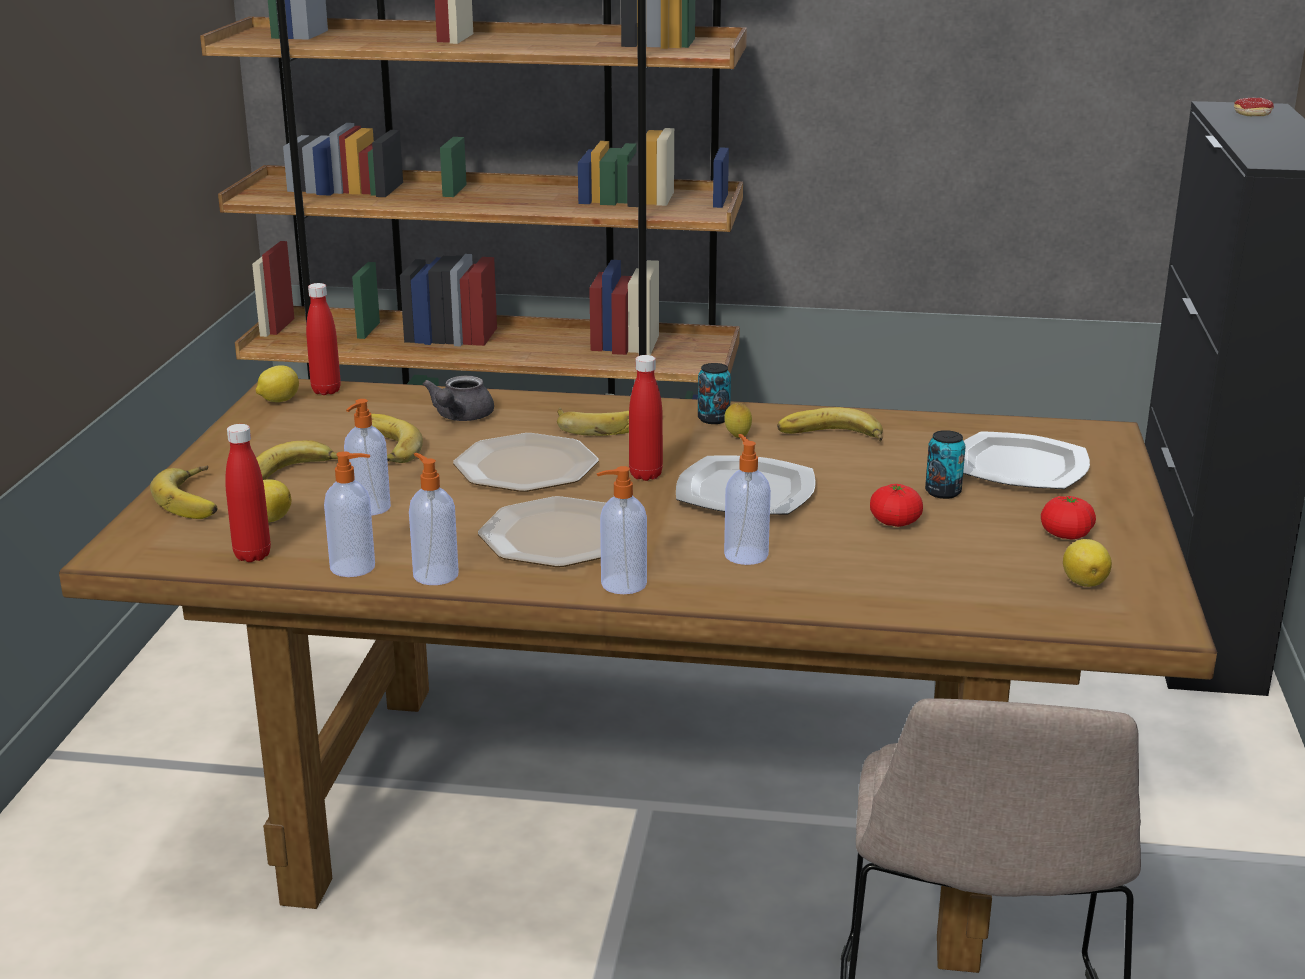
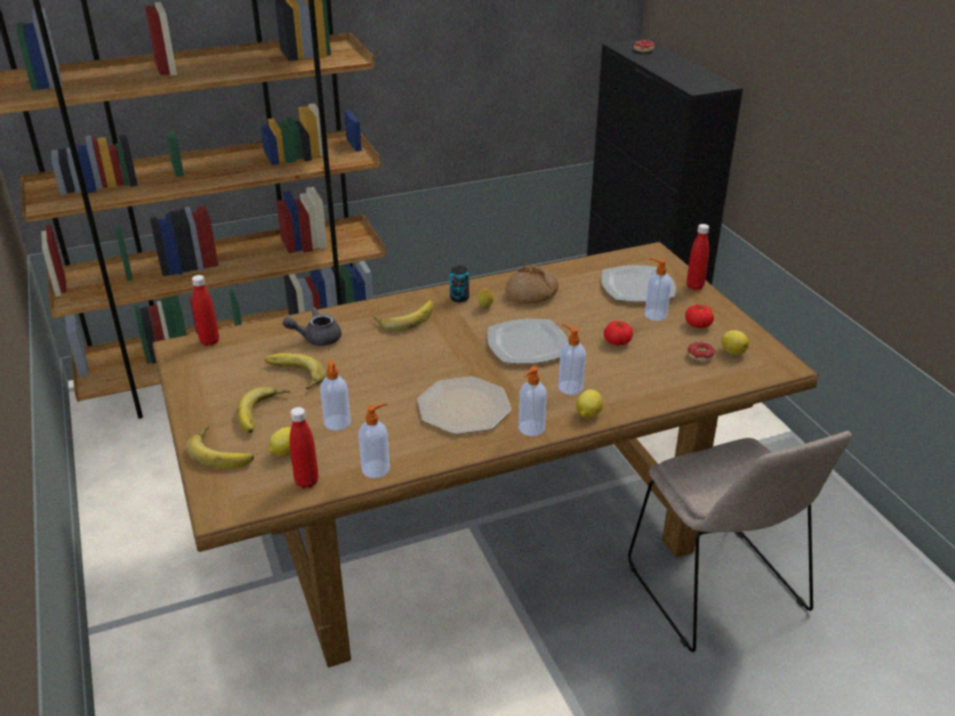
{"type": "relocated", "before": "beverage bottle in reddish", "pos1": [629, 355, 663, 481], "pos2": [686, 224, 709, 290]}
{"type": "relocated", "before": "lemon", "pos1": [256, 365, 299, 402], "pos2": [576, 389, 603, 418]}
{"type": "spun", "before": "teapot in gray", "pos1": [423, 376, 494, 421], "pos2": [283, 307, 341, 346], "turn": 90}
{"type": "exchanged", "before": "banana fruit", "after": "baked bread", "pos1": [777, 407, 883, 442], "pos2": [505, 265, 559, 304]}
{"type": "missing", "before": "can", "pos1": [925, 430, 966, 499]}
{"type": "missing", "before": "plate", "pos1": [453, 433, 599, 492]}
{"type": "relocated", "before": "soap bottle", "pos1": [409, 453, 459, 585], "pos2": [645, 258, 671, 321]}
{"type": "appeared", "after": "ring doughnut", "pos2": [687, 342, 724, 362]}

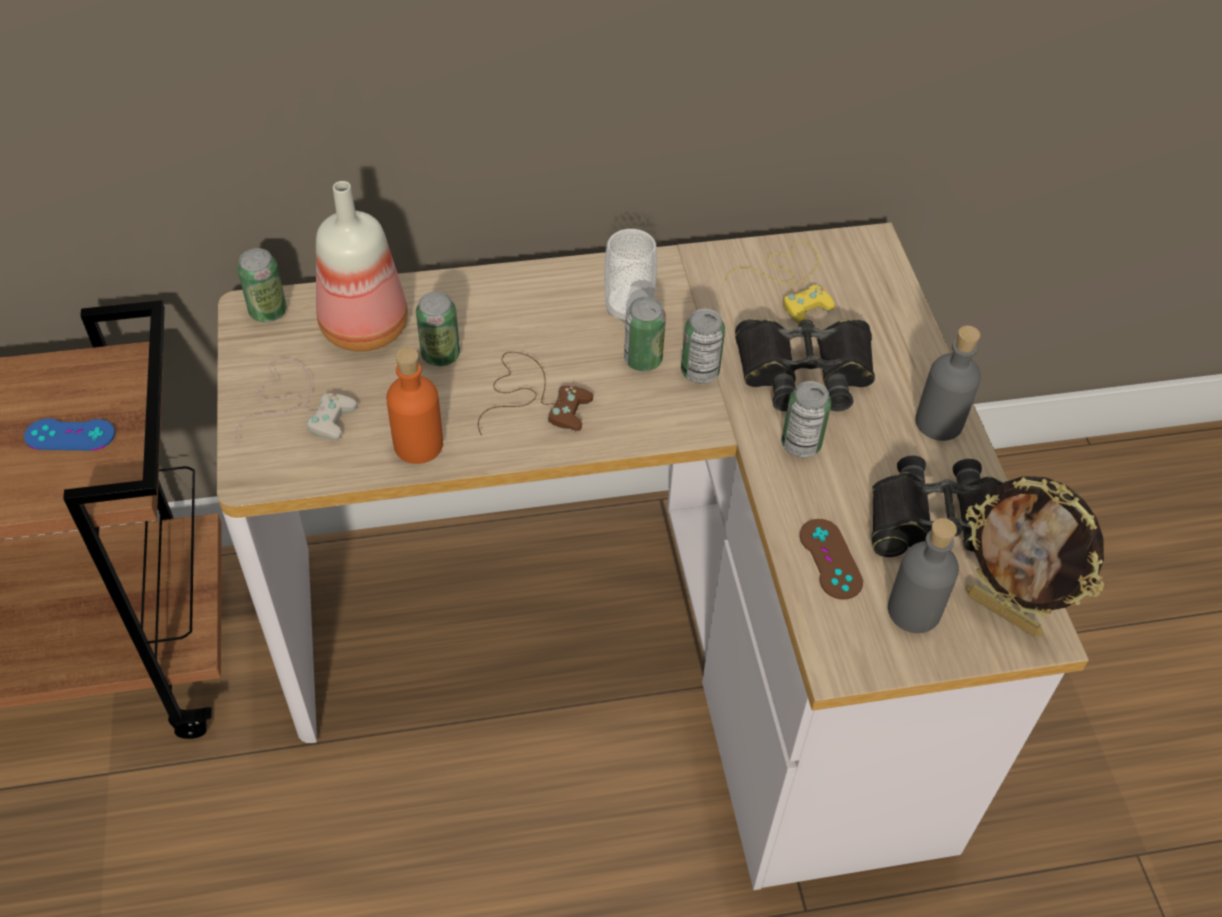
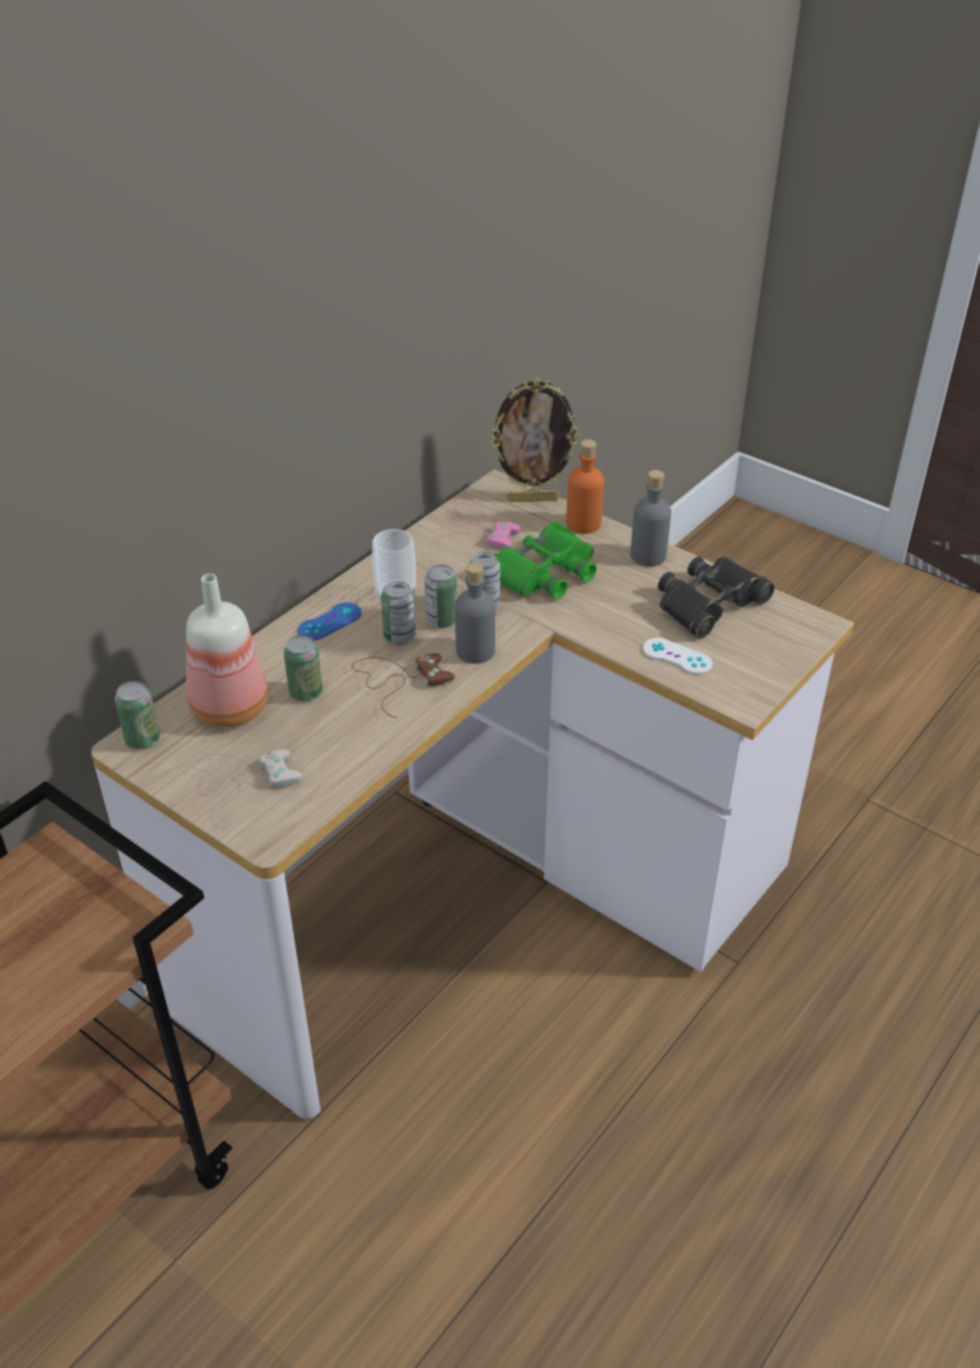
{"type": "colour", "before": "game controller in yellow-coloured", "after": "game controller in pinkish", "pos1": [725, 240, 835, 323], "pos2": [436, 503, 521, 549]}
{"type": "colour", "before": "binoculars in black-coloured", "after": "binoculars in green-coloured", "pos1": [735, 319, 875, 411], "pos2": [495, 521, 597, 600]}
{"type": "relocated", "before": "beverage bottle in orange-coloured", "pos1": [386, 348, 443, 464], "pos2": [566, 440, 604, 534]}
{"type": "relocated", "before": "can", "pos1": [782, 381, 831, 457], "pos2": [381, 581, 416, 645]}
{"type": "relocated", "before": "game controller in blue", "pos1": [24, 418, 115, 451], "pos2": [298, 603, 362, 640]}
{"type": "relocated", "before": "standing frame", "pos1": [965, 476, 1104, 637], "pos2": [488, 378, 581, 502]}
{"type": "relocated", "before": "beverage bottle in gray", "pos1": [888, 518, 959, 633], "pos2": [455, 562, 495, 664]}
{"type": "colour", "before": "game controller in brown", "after": "game controller in white-coloured", "pos1": [800, 519, 863, 600], "pos2": [643, 638, 713, 674]}

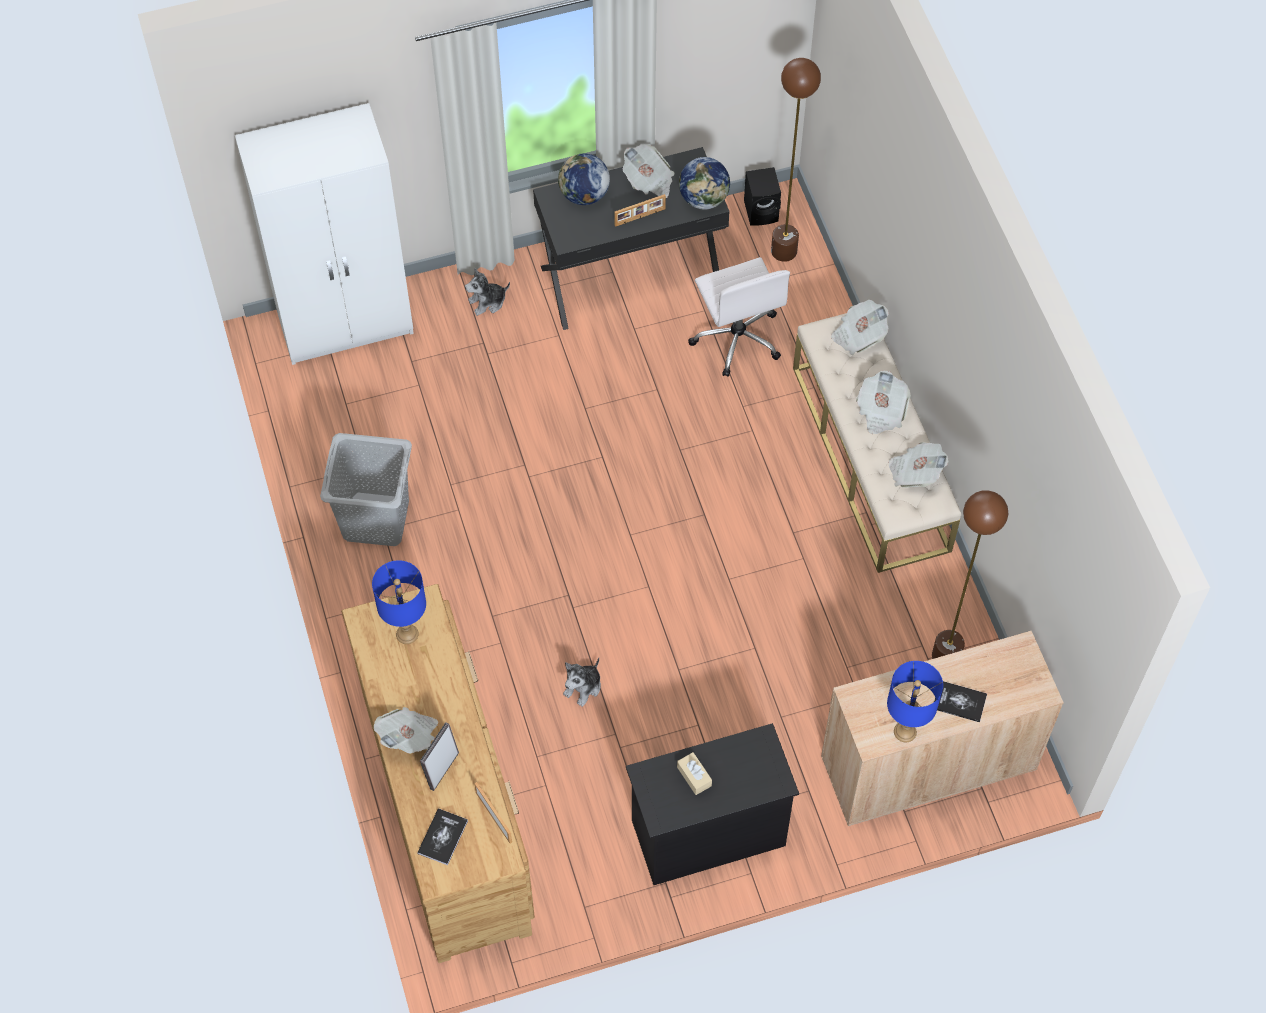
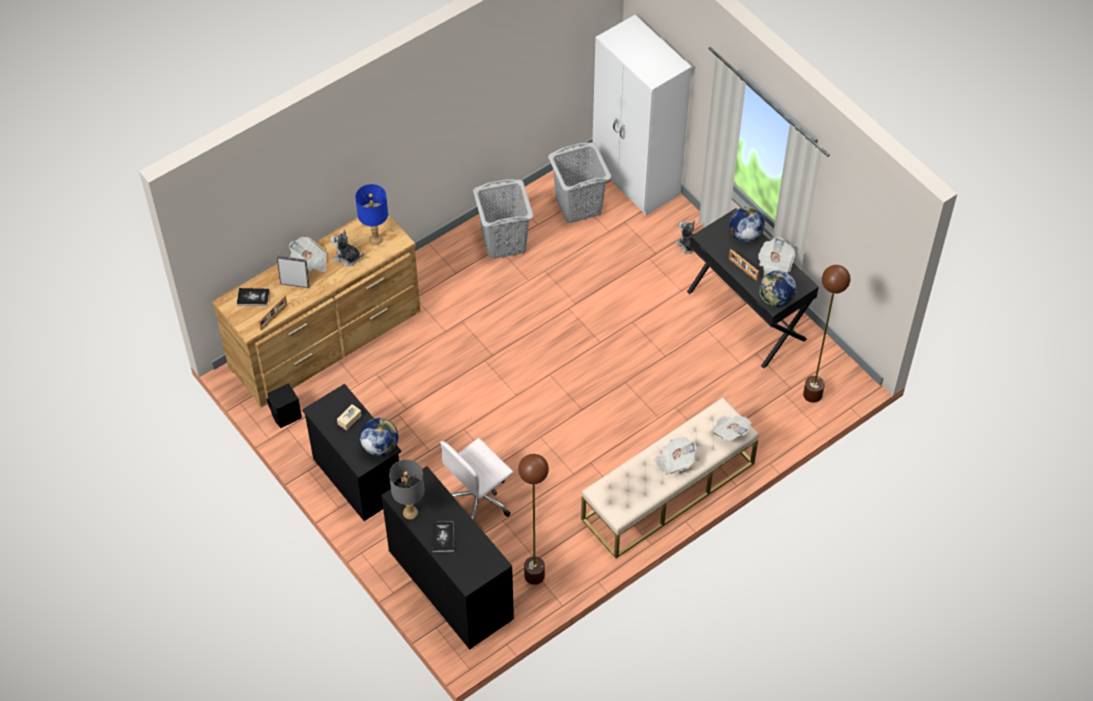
{"type": "relocated", "before": "speaker in black-coloured", "pos1": [744, 167, 781, 226], "pos2": [267, 383, 302, 428]}
{"type": "relocated", "before": "desk chair in white-coloured", "pos1": [688, 257, 790, 377], "pos2": [440, 438, 513, 520]}
{"type": "missing", "before": "newspaper", "pos1": [888, 442, 948, 488]}
{"type": "colour", "before": "storage cabinet in sand-coloured", "after": "storage cabinet in black-coloured", "pos1": [821, 631, 1064, 826], "pos2": [381, 466, 514, 649]}
{"type": "relocated", "before": "soft toy", "pos1": [563, 658, 601, 707], "pos2": [330, 229, 364, 266]}
{"type": "colour", "before": "lamp for a table in blue", "after": "lamp for a table in gray", "pos1": [887, 661, 943, 742], "pos2": [389, 459, 425, 519]}
{"type": "appeared", "after": "laundry basket in gray", "pos2": [548, 142, 611, 223]}
{"type": "appeared", "after": "desk globe", "pos2": [360, 418, 398, 456]}

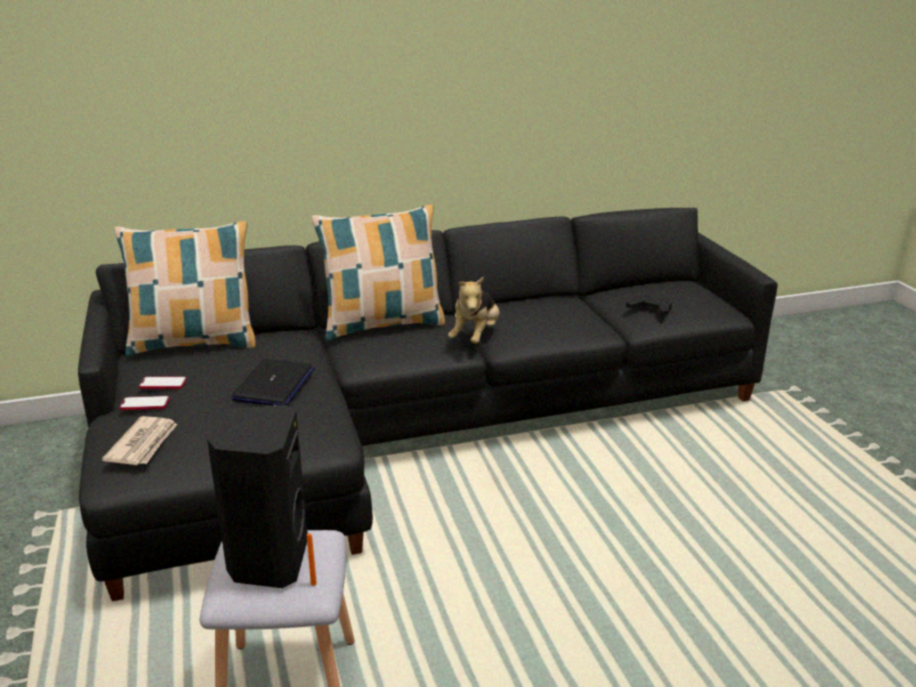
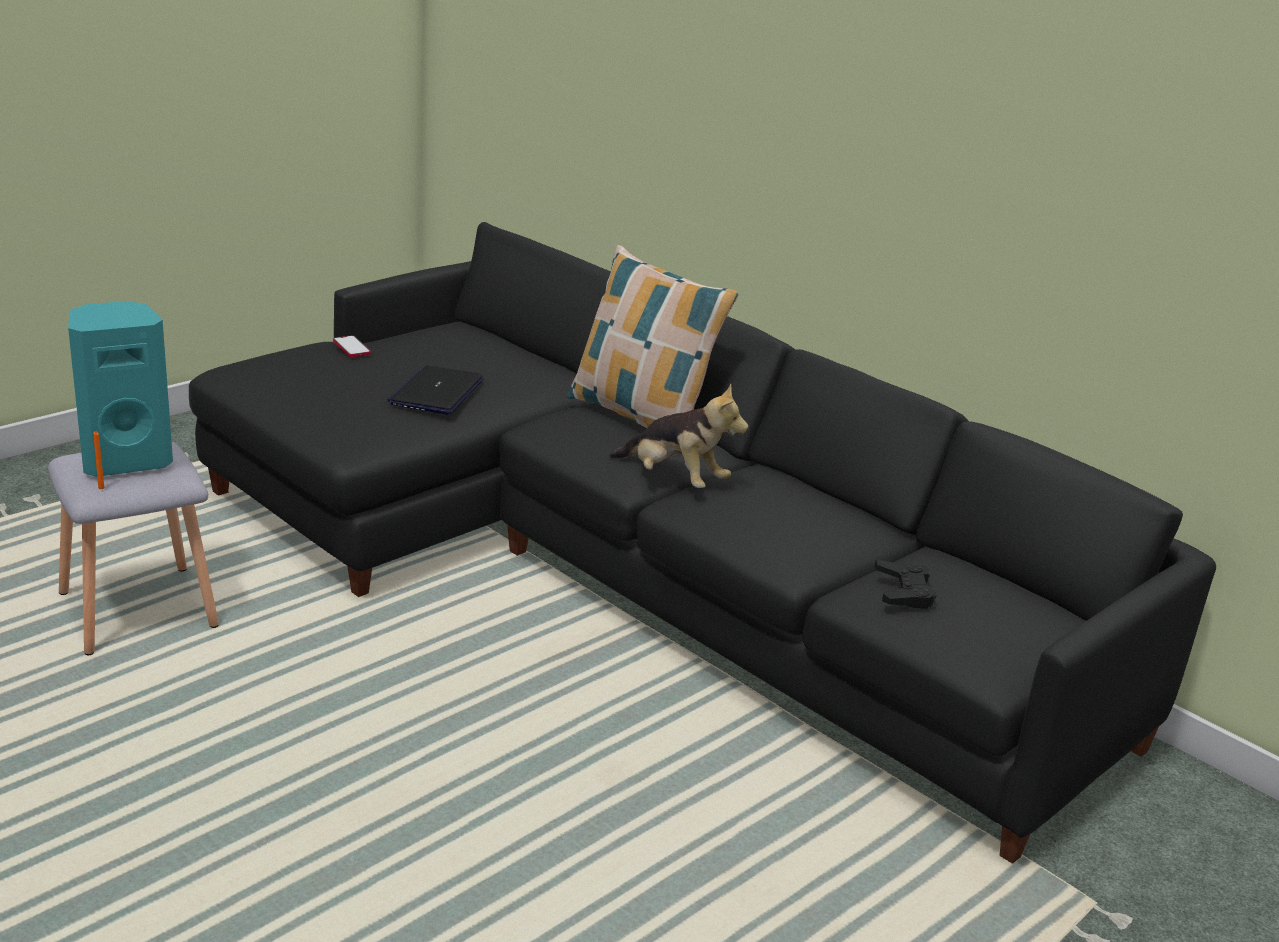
{"type": "missing", "before": "throw pillow", "pos1": [114, 221, 256, 356]}
{"type": "spun", "before": "soft toy", "pos1": [448, 277, 500, 344], "pos2": [609, 384, 749, 488], "turn": -135}
{"type": "spun", "before": "notebook computer", "pos1": [231, 359, 315, 406], "pos2": [387, 366, 484, 415], "turn": 120}
{"type": "missing", "before": "telephone", "pos1": [139, 377, 187, 389]}
{"type": "colour", "before": "speaker in black-coloured", "after": "speaker in turquoise-coloured", "pos1": [207, 405, 308, 588], "pos2": [68, 301, 173, 477]}
{"type": "missing", "before": "newspaper", "pos1": [102, 416, 177, 465]}

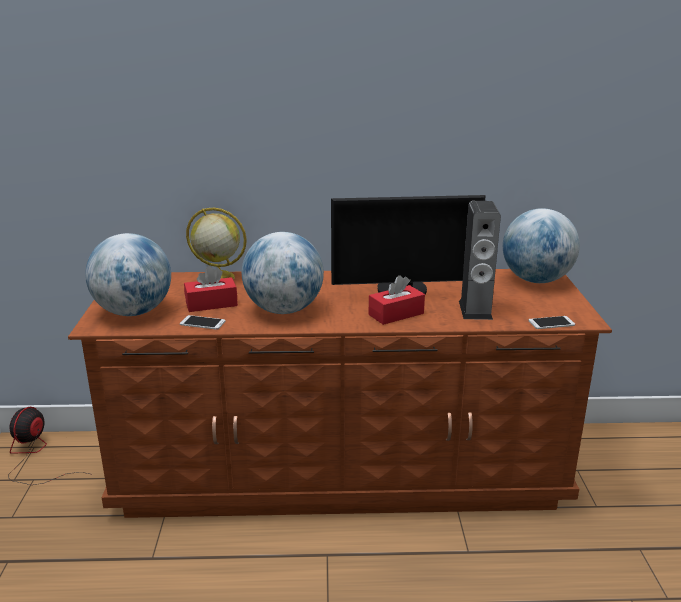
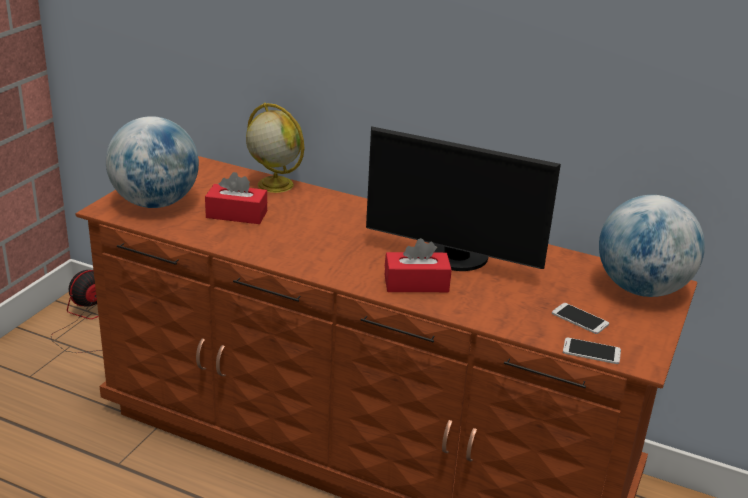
{"type": "missing", "before": "speaker", "pos1": [459, 201, 501, 320]}
{"type": "missing", "before": "desk globe", "pos1": [242, 232, 324, 314]}
{"type": "relocated", "before": "telephone", "pos1": [180, 315, 226, 330], "pos2": [552, 303, 609, 334]}

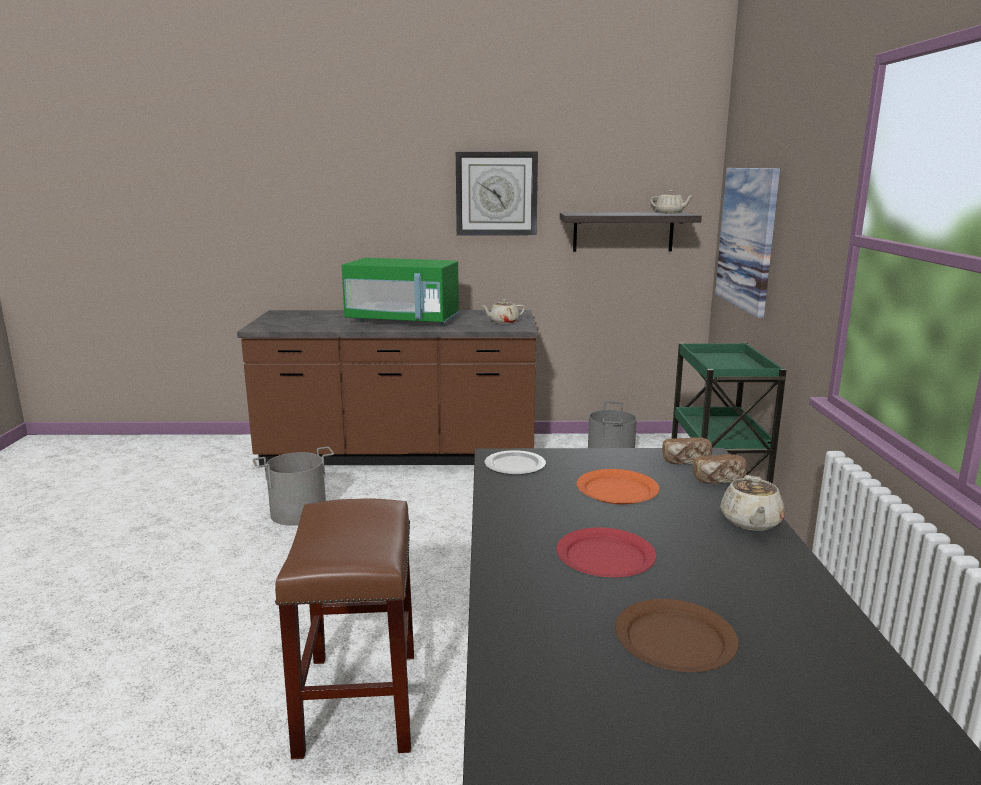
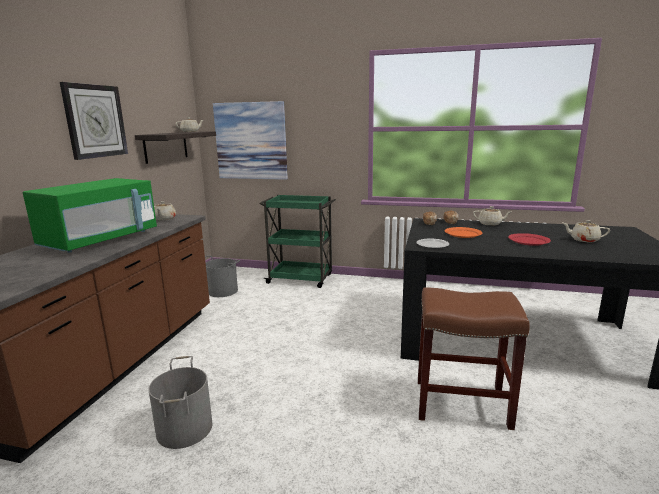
{"type": "exchanged", "before": "plate in brown", "after": "teapot in sand-coloured", "pos1": [615, 599, 739, 672], "pos2": [563, 220, 610, 242]}

